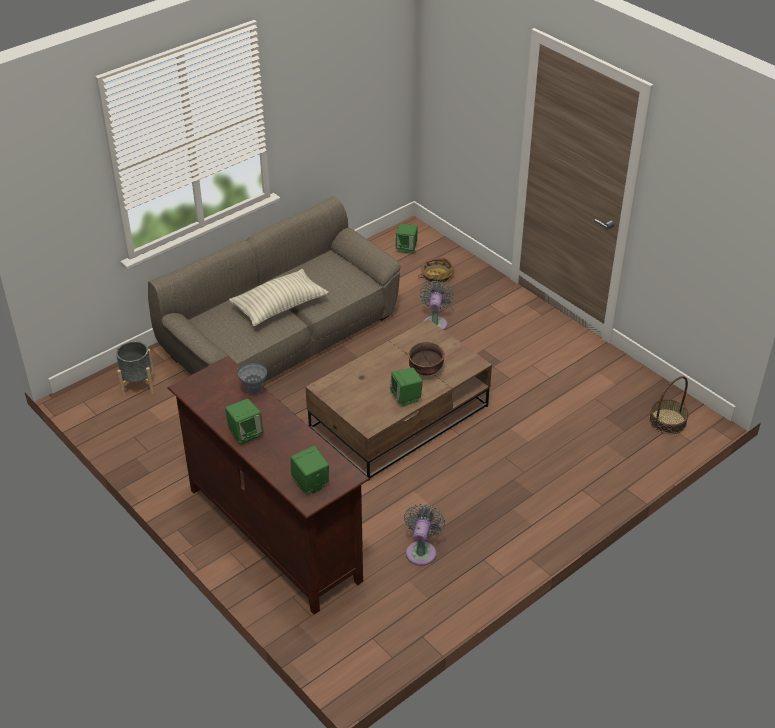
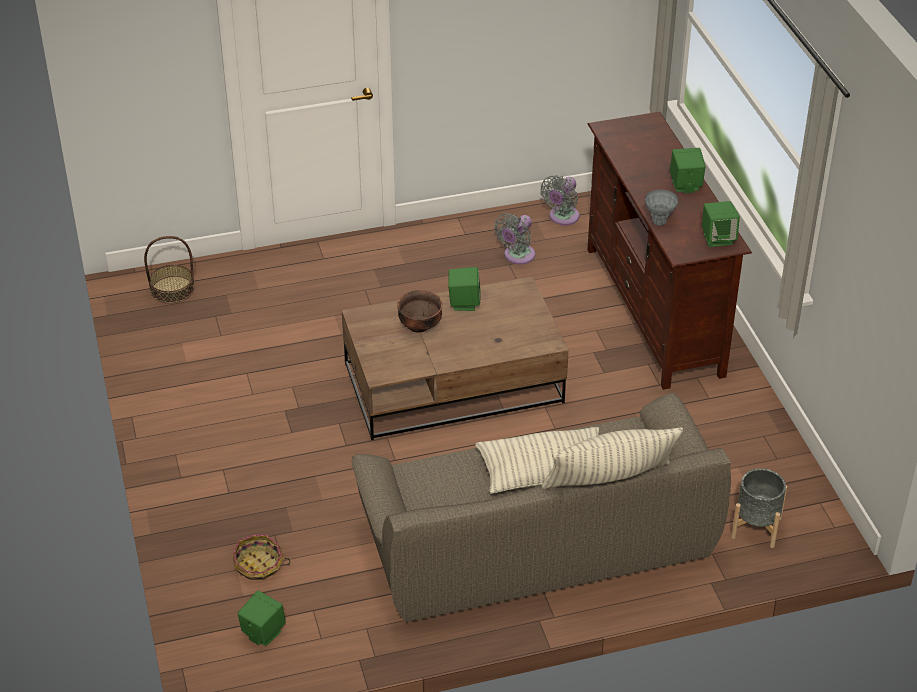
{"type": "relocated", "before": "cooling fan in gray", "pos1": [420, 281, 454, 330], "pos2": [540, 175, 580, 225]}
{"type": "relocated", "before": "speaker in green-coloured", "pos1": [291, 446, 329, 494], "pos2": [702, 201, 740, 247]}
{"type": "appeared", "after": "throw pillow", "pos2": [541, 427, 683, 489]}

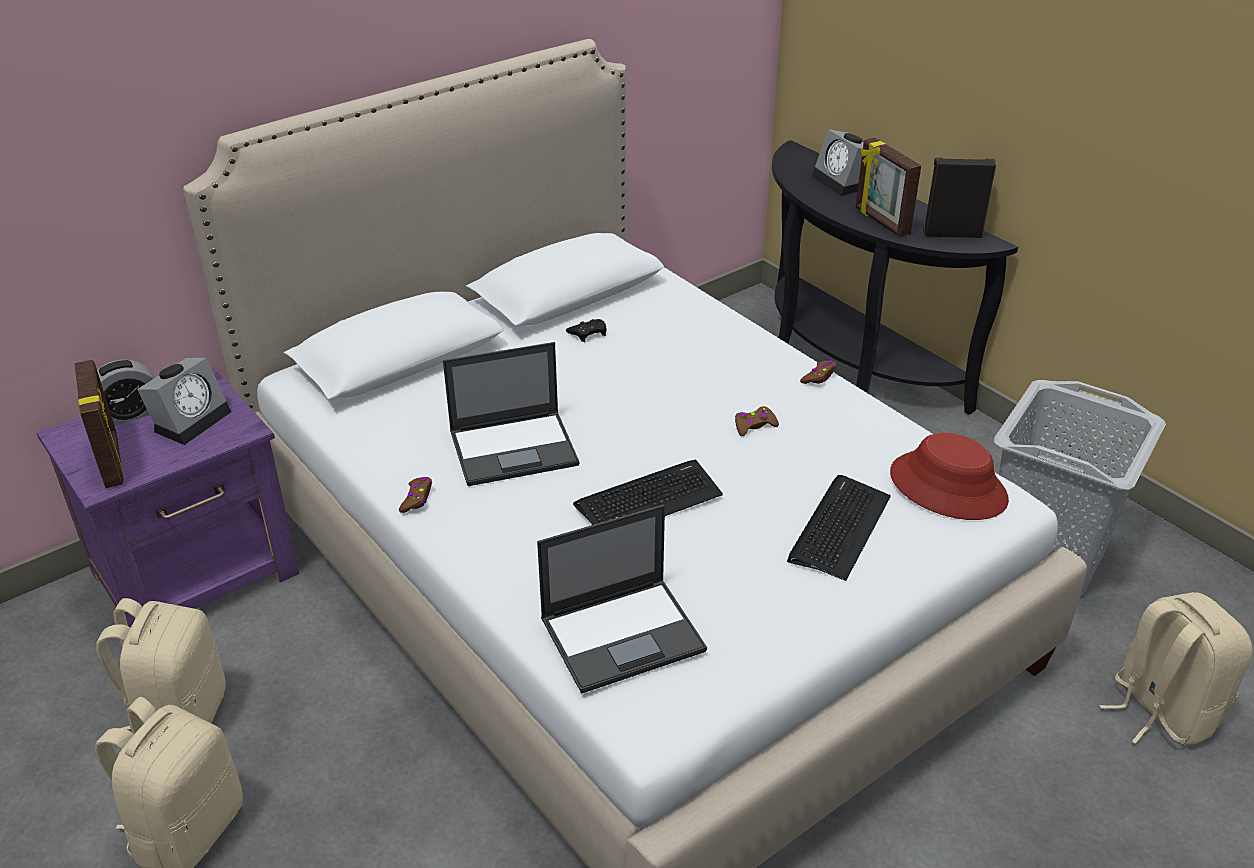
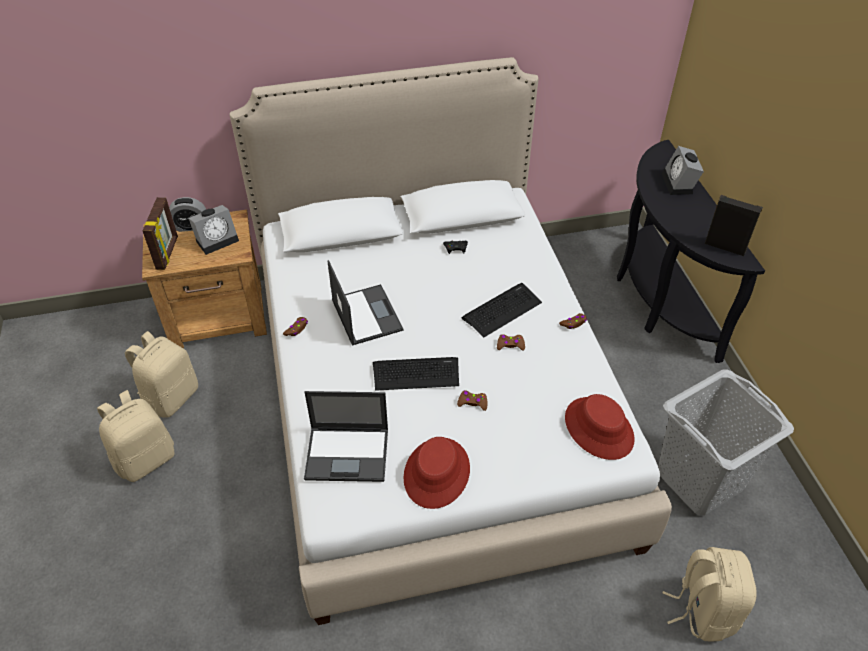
{"type": "missing", "before": "standing frame", "pos1": [856, 137, 921, 237]}
{"type": "spun", "before": "notebook computer", "pos1": [443, 342, 579, 486], "pos2": [328, 260, 404, 345], "turn": -120}
{"type": "colour", "before": "night table in purplish", "after": "night table in brown", "pos1": [37, 368, 299, 627], "pos2": [142, 210, 267, 348]}
{"type": "relocated", "before": "PC keyboard", "pos1": [787, 475, 891, 581], "pos2": [462, 283, 542, 337]}
{"type": "appeared", "after": "game controller in brown", "pos2": [457, 390, 487, 411]}
{"type": "appeared", "after": "wearable hat in reddish", "pos2": [403, 437, 470, 509]}

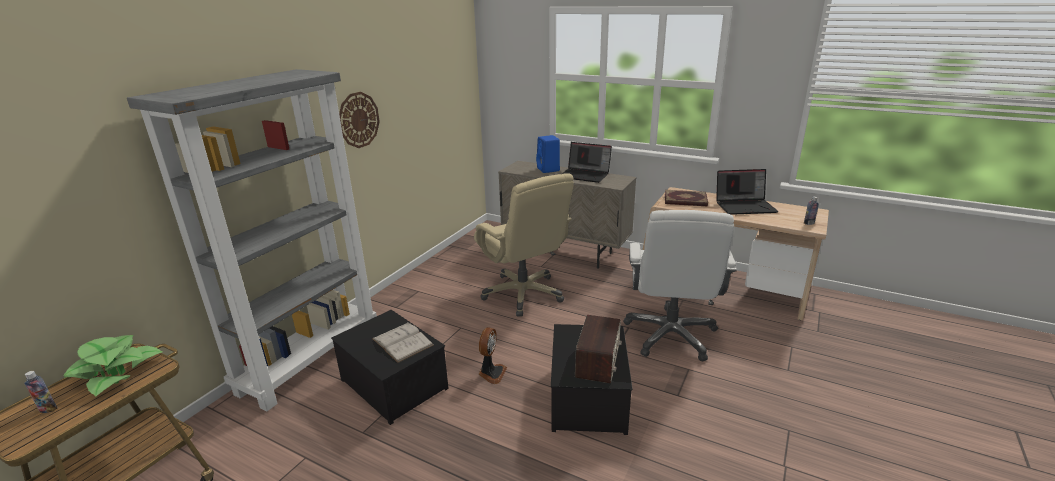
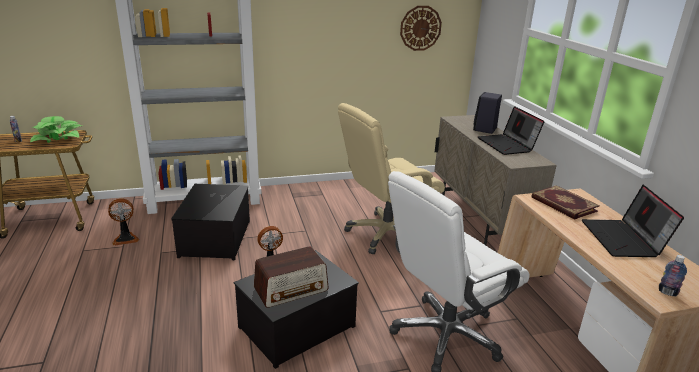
{"type": "relocated", "before": "clock on the wall", "pos1": [339, 92, 380, 148], "pos2": [400, 6, 442, 51]}
{"type": "colour", "before": "speaker in blue", "after": "speaker in black-coloured", "pos1": [536, 135, 560, 173], "pos2": [473, 92, 502, 134]}
{"type": "spun", "before": "notebook computer", "pos1": [716, 169, 778, 215], "pos2": [582, 185, 684, 257], "turn": 45}
{"type": "spun", "before": "desk chair in sand-coloured", "pos1": [474, 173, 574, 317], "pos2": [338, 103, 445, 254], "turn": 45}
{"type": "missing", "before": "bound book in white-coloured", "pos1": [373, 322, 434, 363]}
{"type": "appeared", "after": "cooling fan", "pos2": [108, 198, 139, 246]}

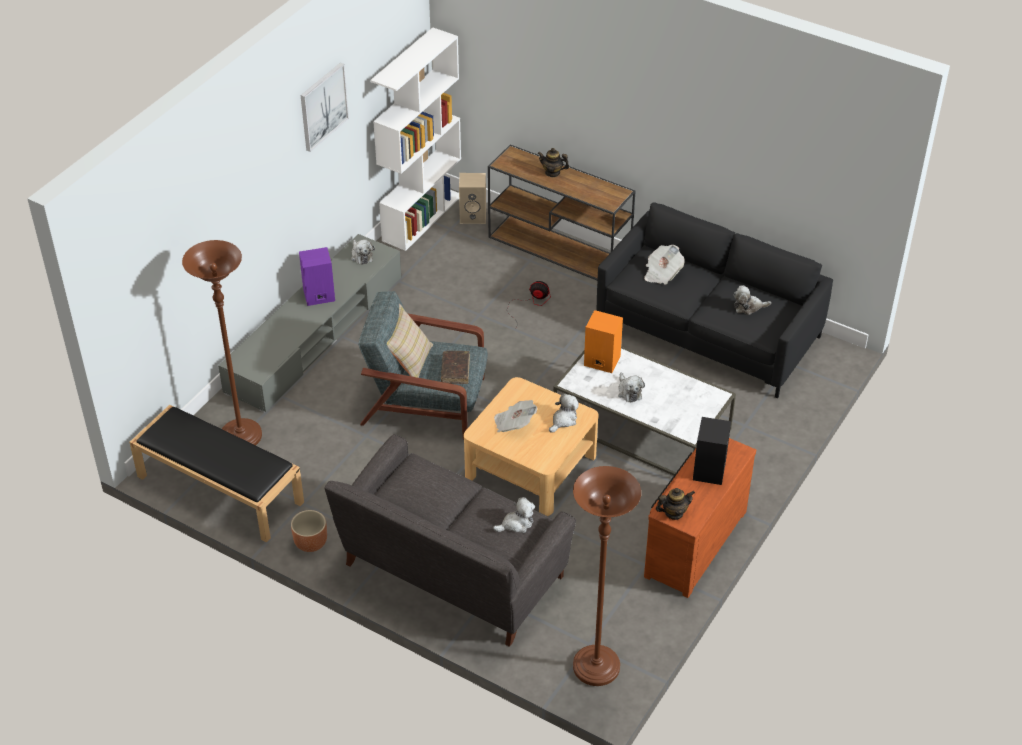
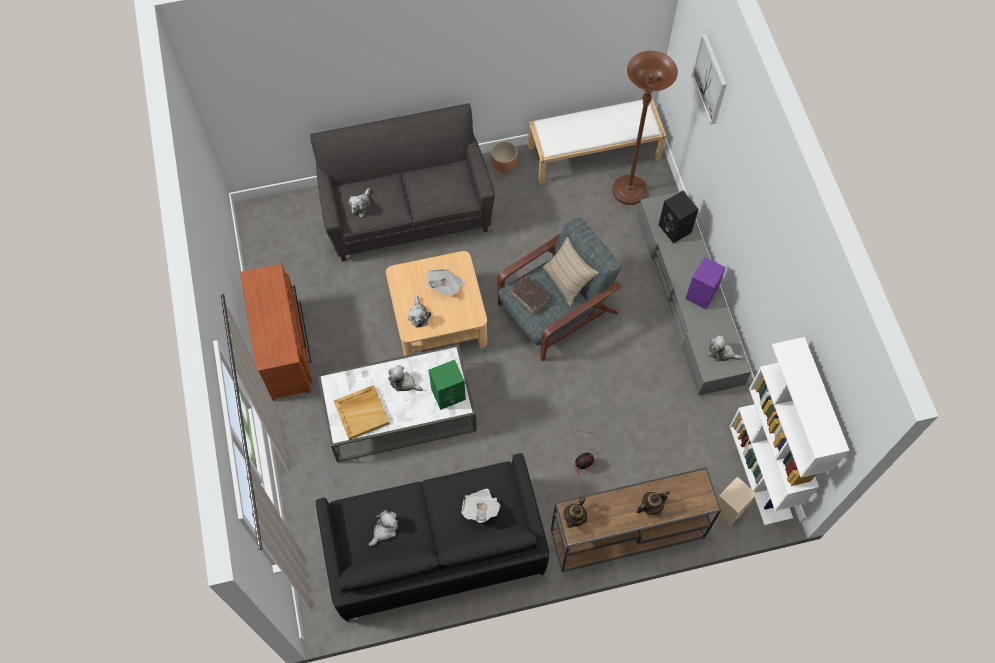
{"type": "relocated", "before": "wall picture", "pos1": [301, 63, 349, 152], "pos2": [692, 34, 727, 124]}
{"type": "colour", "before": "speaker in orange-coloured", "after": "speaker in green-coloured", "pos1": [584, 310, 623, 373], "pos2": [429, 360, 466, 410]}
{"type": "colour", "before": "long seat in black-coloured", "after": "long seat in white-coloured", "pos1": [129, 405, 304, 543], "pos2": [528, 98, 666, 184]}
{"type": "relocated", "before": "speaker in black-coloured", "pos1": [693, 417, 731, 485], "pos2": [659, 191, 699, 243]}
{"type": "missing", "before": "standing lamp in brown", "pos1": [573, 466, 641, 686]}
{"type": "relocated", "before": "teapot", "pos1": [656, 488, 695, 520], "pos2": [564, 497, 588, 528]}
{"type": "appeared", "after": "tray in sand-coloured", "pos2": [334, 385, 390, 440]}

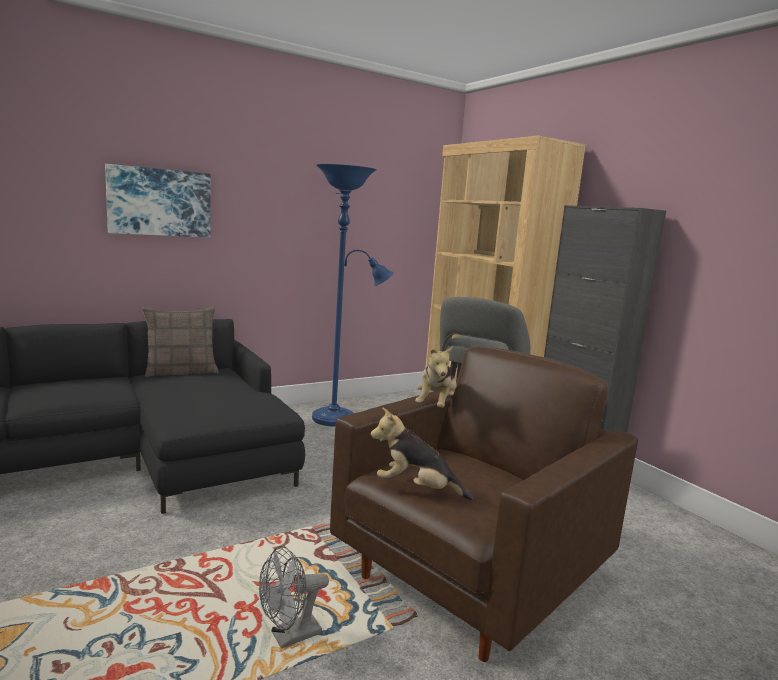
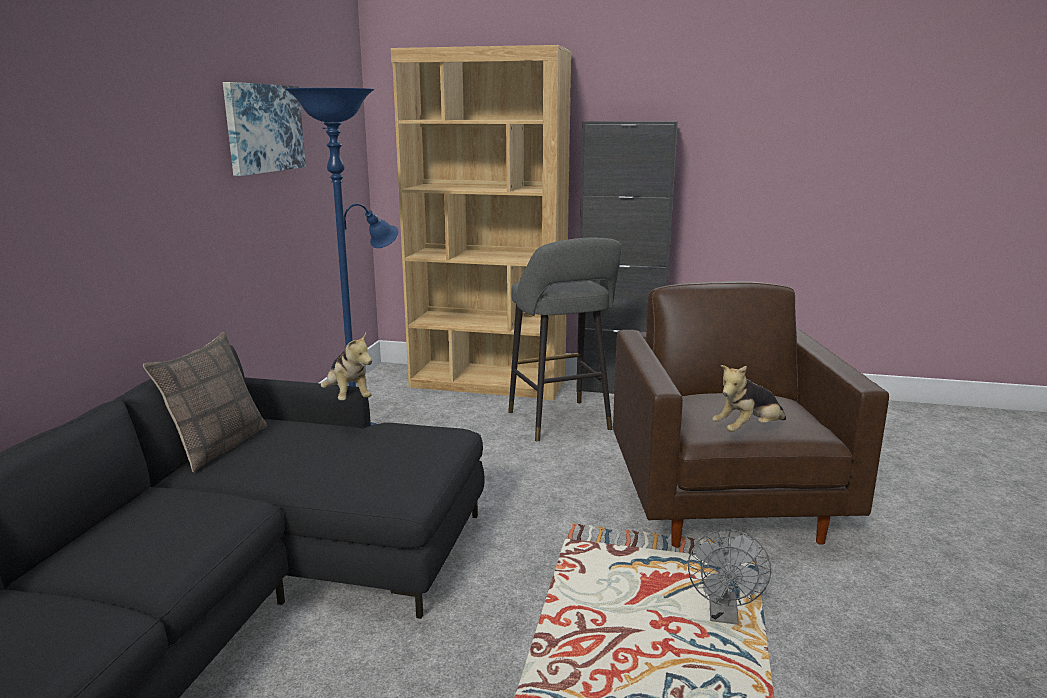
{"type": "relocated", "before": "wall picture", "pos1": [105, 164, 211, 237], "pos2": [223, 82, 306, 176]}
{"type": "relocated", "before": "soft toy", "pos1": [415, 346, 457, 408], "pos2": [321, 333, 372, 401]}

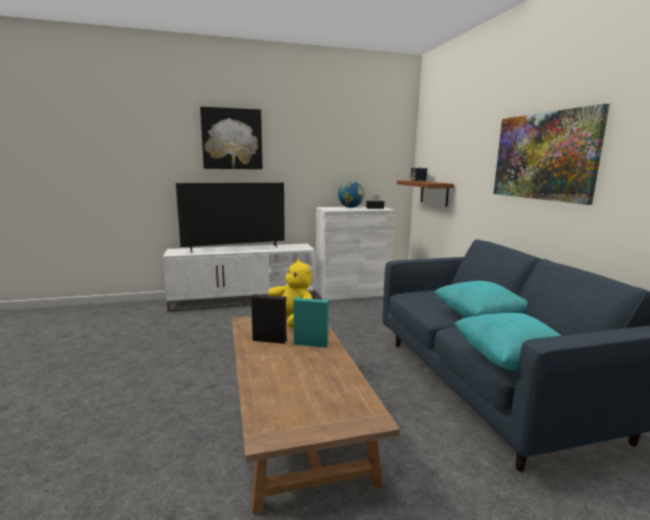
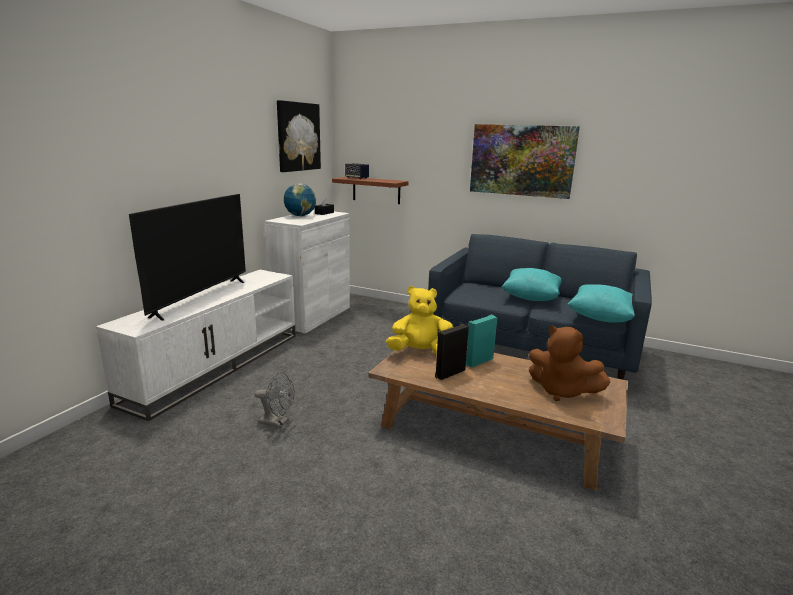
{"type": "relocated", "before": "wall picture", "pos1": [200, 107, 262, 169], "pos2": [277, 100, 321, 172]}
{"type": "appeared", "after": "soft toy in brown", "pos2": [529, 326, 610, 401]}
{"type": "appeared", "after": "cooling fan in gray", "pos2": [254, 372, 295, 428]}

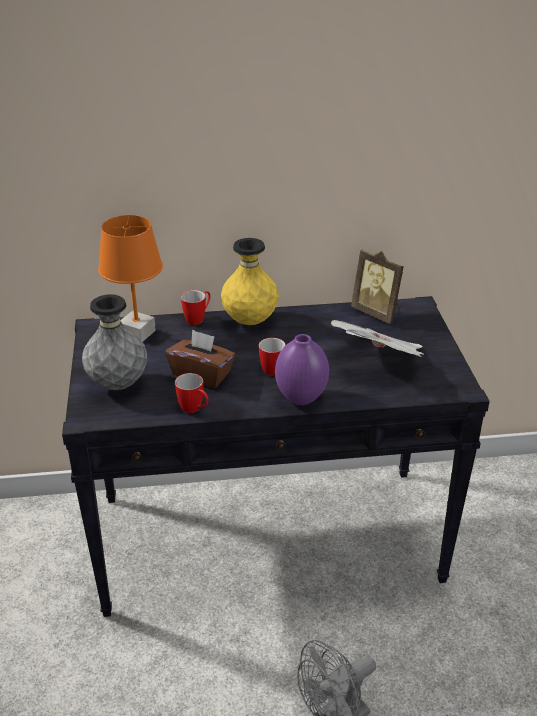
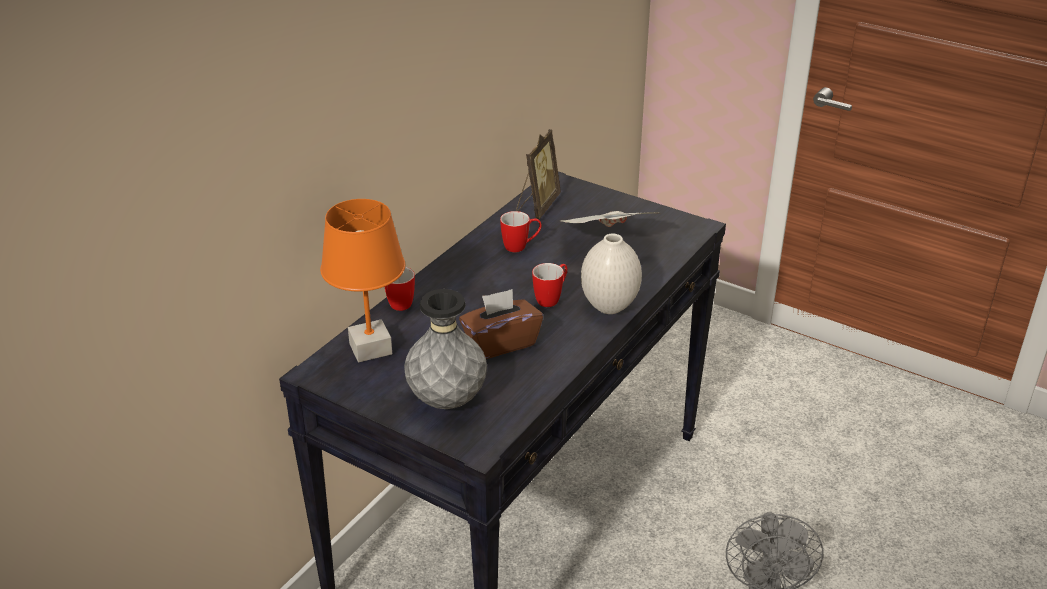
{"type": "missing", "before": "flower vase in yellow-coloured", "pos1": [221, 238, 279, 325]}
{"type": "spun", "before": "standing frame", "pos1": [351, 249, 404, 324], "pos2": [516, 129, 561, 219], "turn": -60}
{"type": "colour", "before": "flower vase in purplish", "after": "flower vase in white-coloured", "pos1": [275, 334, 329, 405], "pos2": [581, 234, 642, 314]}
{"type": "relocated", "before": "coffee mug", "pos1": [175, 373, 209, 413], "pos2": [500, 211, 542, 253]}

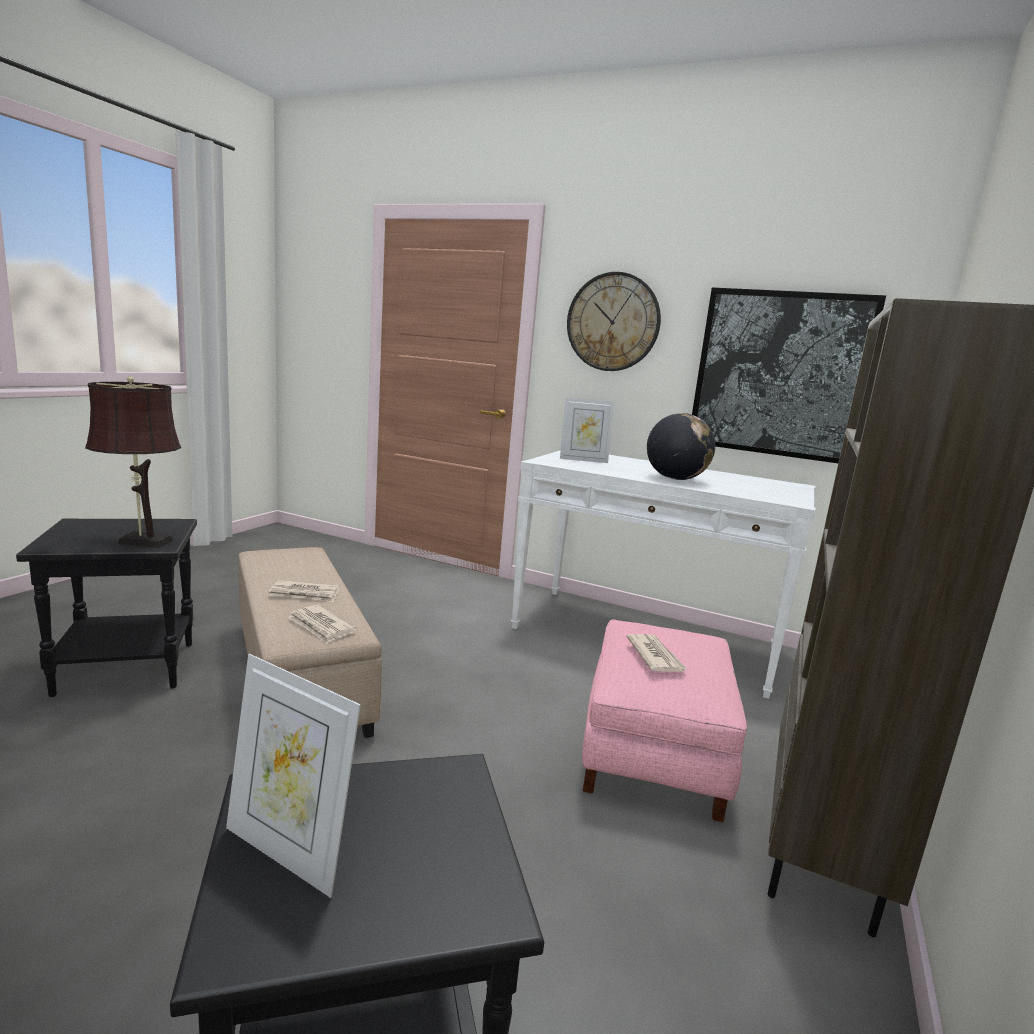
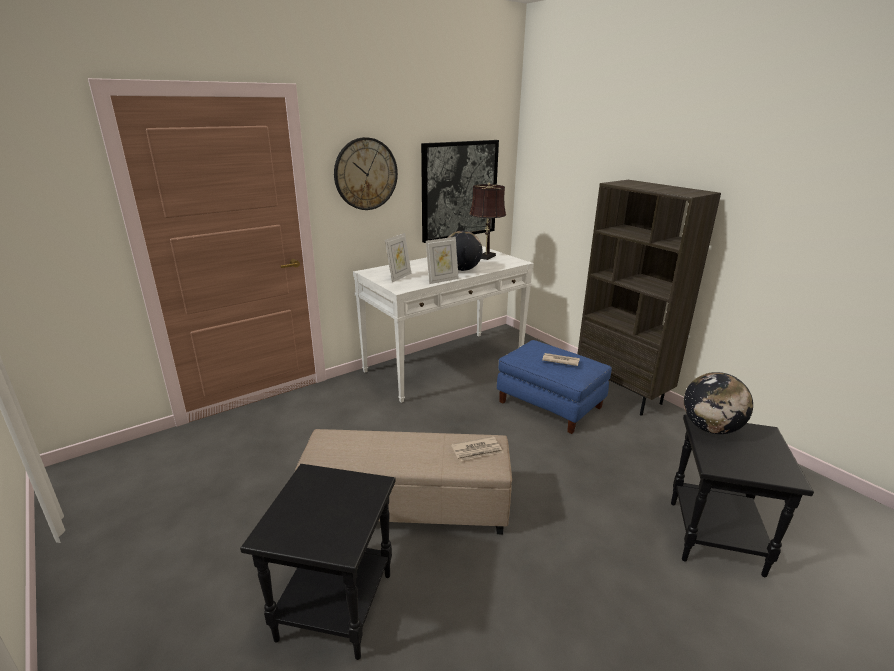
{"type": "relocated", "before": "lamp for a table in brown", "pos1": [85, 376, 181, 548], "pos2": [469, 183, 506, 260]}
{"type": "missing", "before": "newspaper", "pos1": [269, 580, 340, 602]}
{"type": "colour", "before": "ottoman in pinkish", "after": "ottoman in blue", "pos1": [582, 619, 747, 822], "pos2": [497, 340, 612, 434]}
{"type": "relocated", "before": "standing frame", "pos1": [226, 654, 361, 898], "pos2": [426, 237, 459, 284]}
{"type": "appeared", "after": "desk globe", "pos2": [684, 372, 753, 434]}

